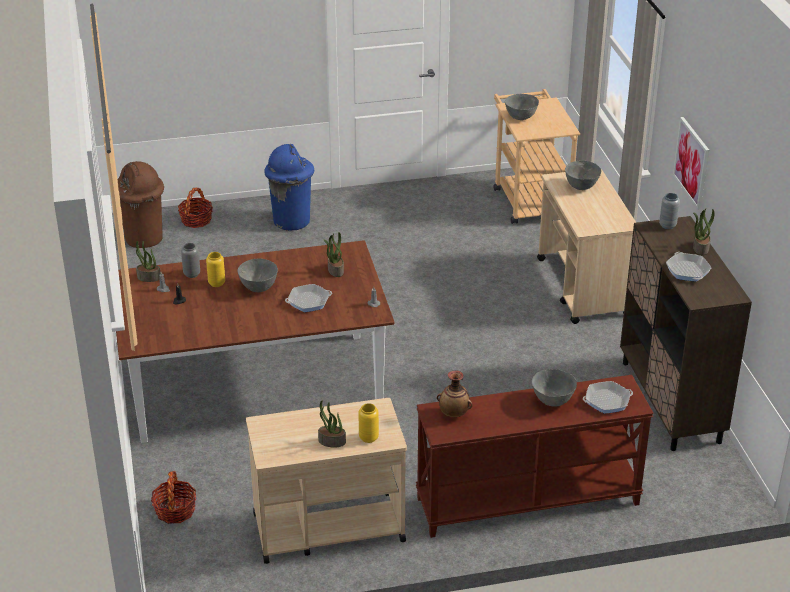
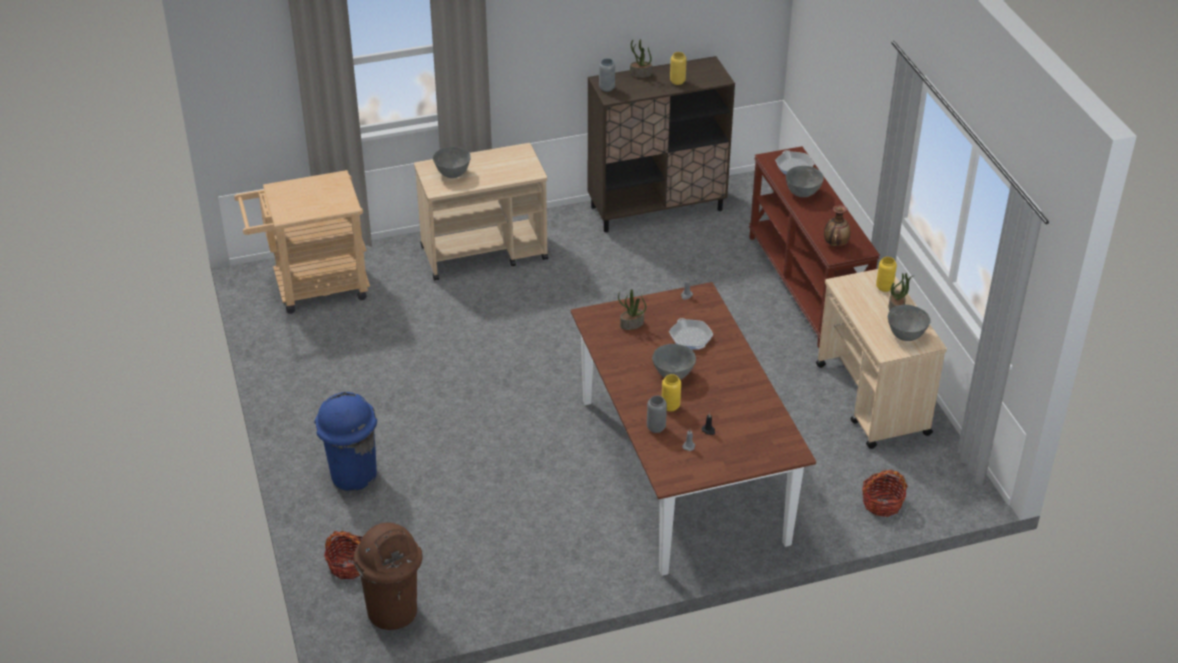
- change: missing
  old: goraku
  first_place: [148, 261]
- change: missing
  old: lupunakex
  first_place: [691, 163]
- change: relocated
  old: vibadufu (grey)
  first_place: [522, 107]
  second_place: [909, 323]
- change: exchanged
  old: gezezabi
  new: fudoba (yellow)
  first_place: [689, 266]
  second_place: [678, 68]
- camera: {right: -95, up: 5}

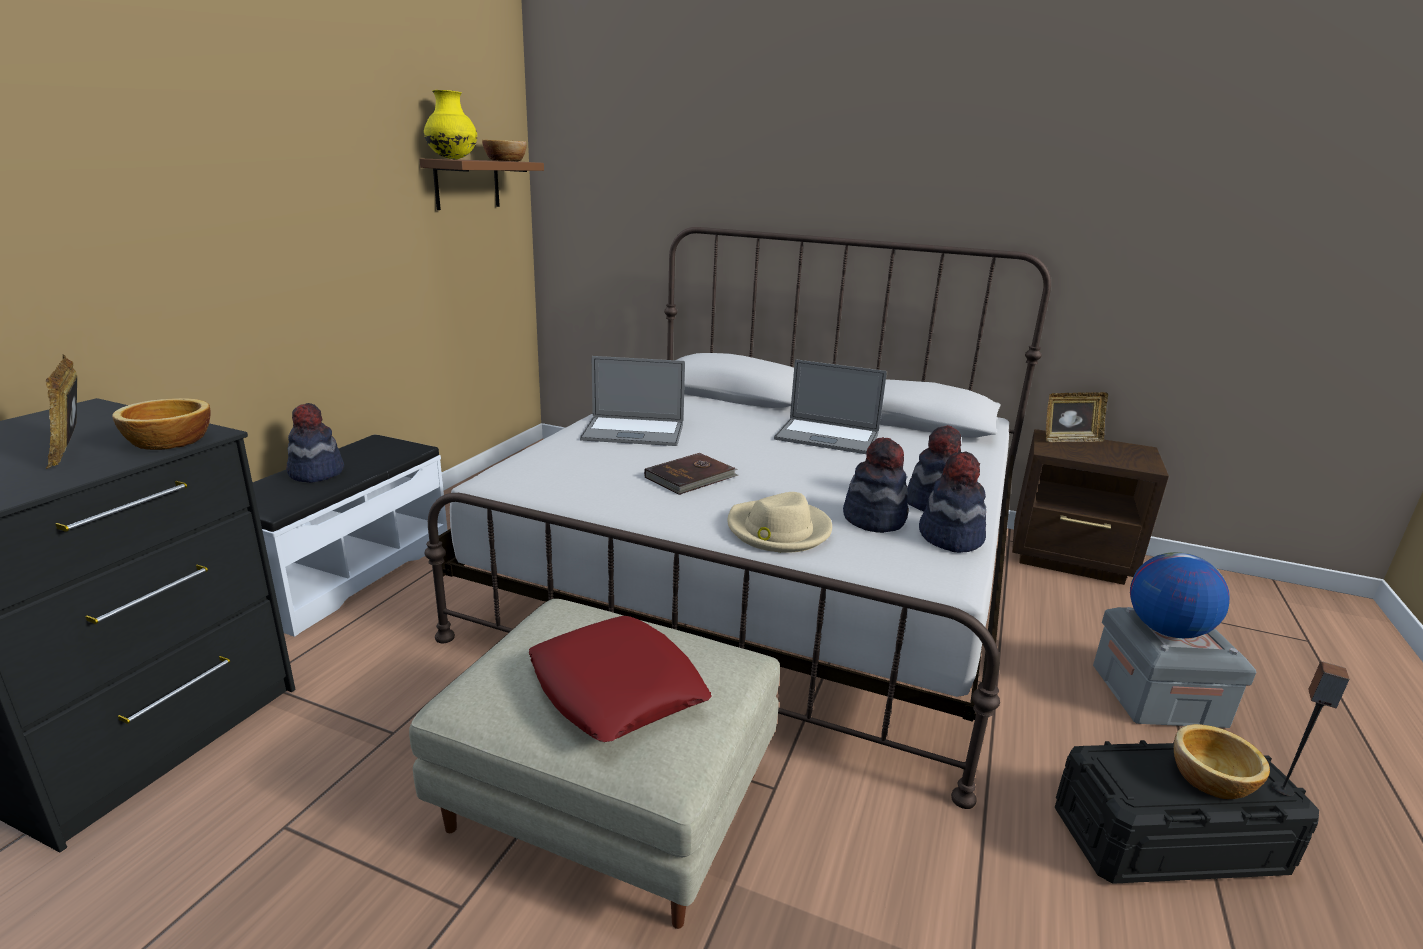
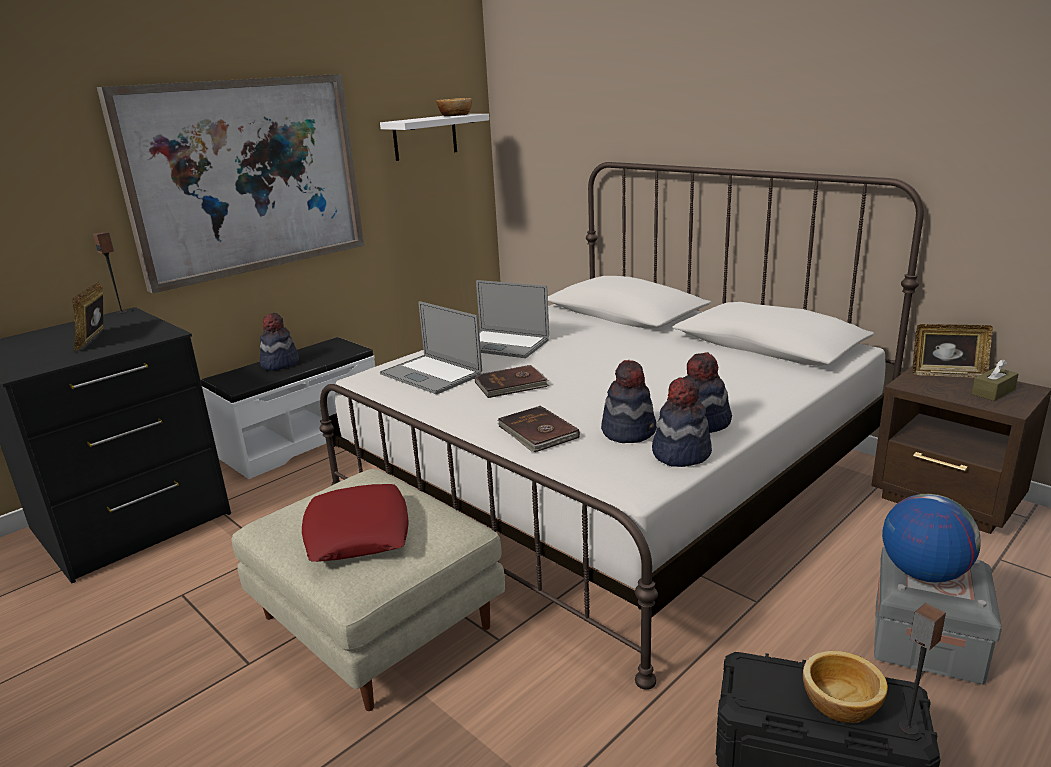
- change: missing
  old: vibadufu
  first_place: [161, 424]
- change: missing
  old: fudoba (yellow)
  first_place: [450, 124]
- change: appeared
  new: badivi
  second_place: [110, 273]
- change: appeared
  new: lupunakex
  second_place: [230, 183]
- change: appeared
  new: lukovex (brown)
  second_place: [995, 380]
- change: relocated
  old: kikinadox
  first_place: [830, 406]
  second_place: [431, 347]
- change: exchanged
  old: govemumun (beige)
  new: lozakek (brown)
  first_place: [779, 522]
  second_place: [539, 429]
- change: colour
  old: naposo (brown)
  new: naposo (white)
  first_place: [481, 184]
  second_place: [434, 137]
- camera: {right: 25, up: 0}

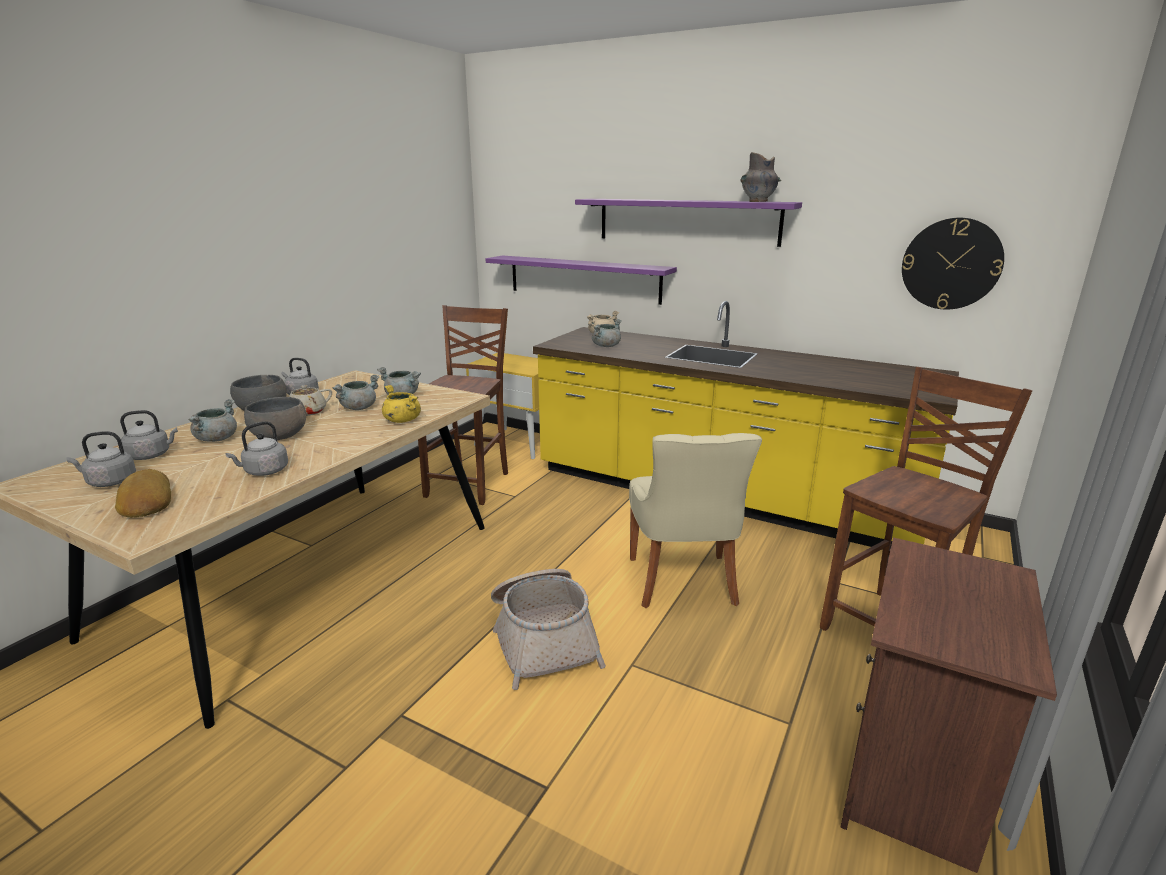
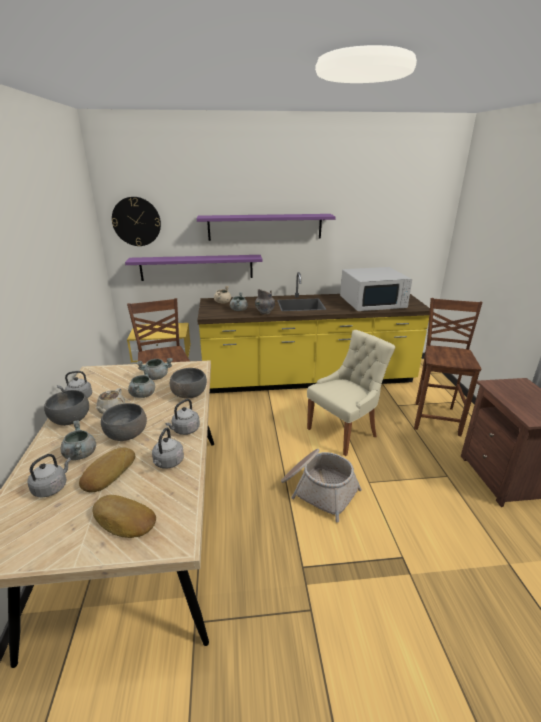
- change: appeared
  new: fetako
  second_place: [107, 470]
- change: appeared
  new: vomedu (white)
  second_place: [376, 289]
- change: relocated
  old: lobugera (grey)
  first_place: [101, 459]
  second_place: [182, 417]
- change: relocated
  old: fudoba (grey)
  first_place: [760, 177]
  second_place: [265, 302]
- change: relocated
  old: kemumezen
  first_place: [953, 263]
  second_place: [136, 221]
- change: exchanged
  old: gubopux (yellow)
  new: vibadufu (grey)
  first_place: [401, 404]
  second_place: [188, 383]
- change: spun
  old: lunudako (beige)
  first_place: [695, 520]
  second_place: [351, 393]
  degrees: -90
- camera: {right: -35, up: 5}

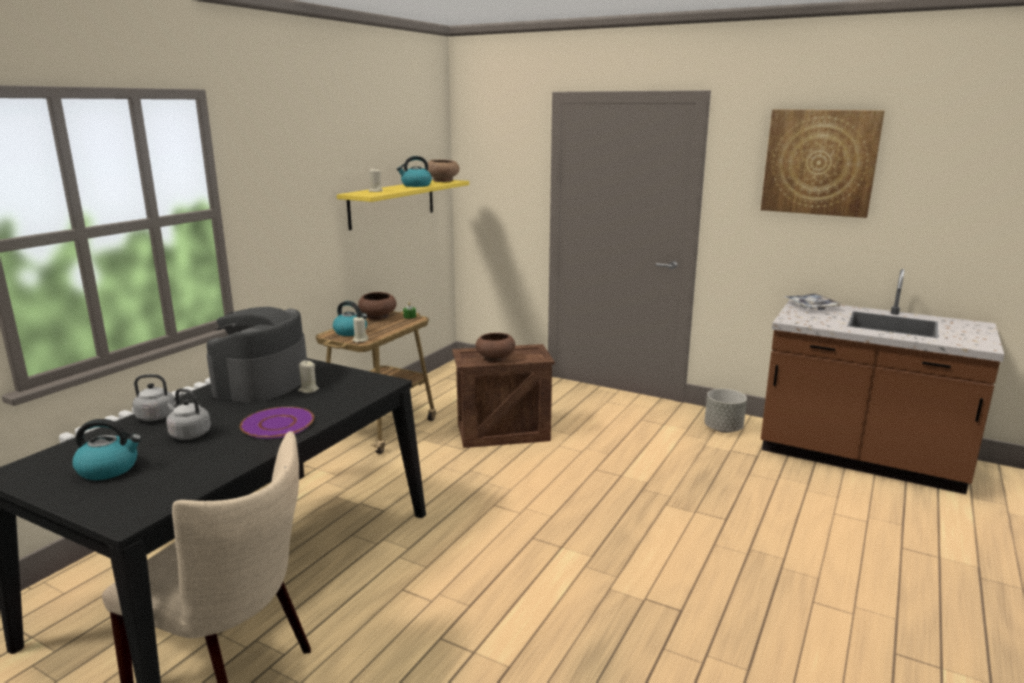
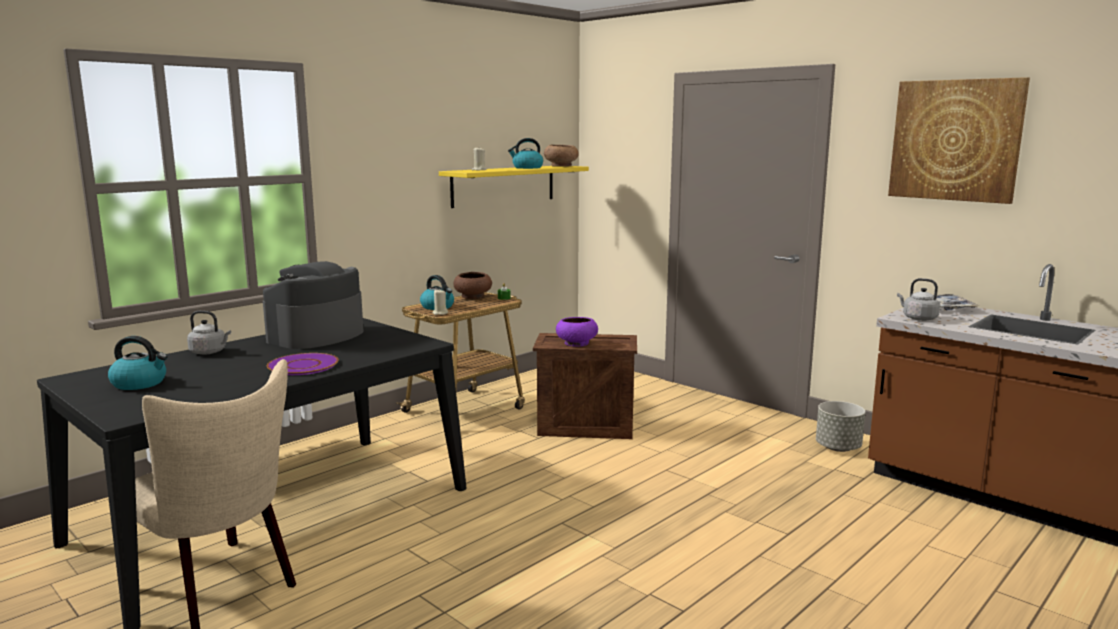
- change: missing
  old: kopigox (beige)
  first_place: [308, 376]
- change: relocated
  old: lobugera (grey)
  first_place: [188, 414]
  second_place: [918, 299]
- change: colour
  old: vibadufu (brown)
  new: vibadufu (purple)
  first_place: [495, 347]
  second_place: [577, 332]
- camera: {right: 15, up: -5}

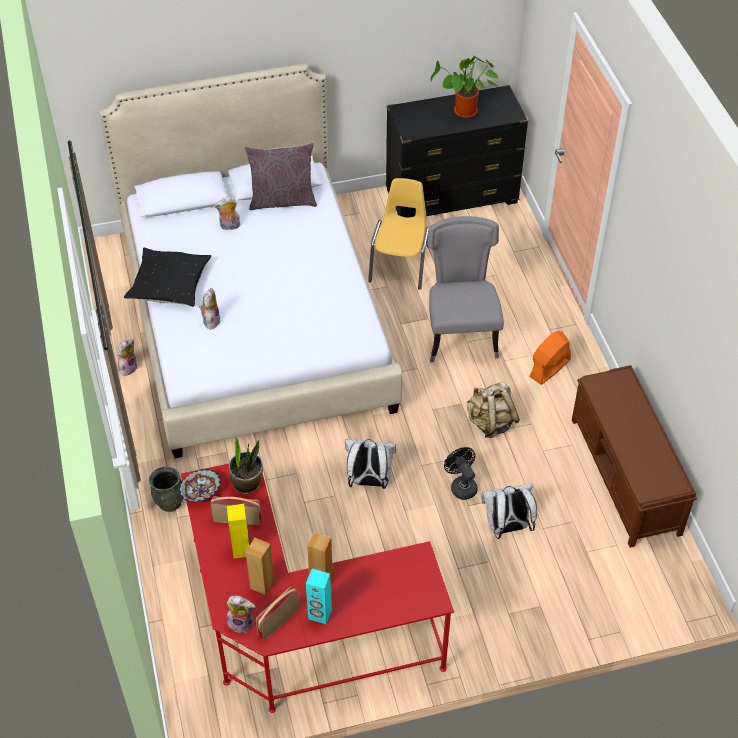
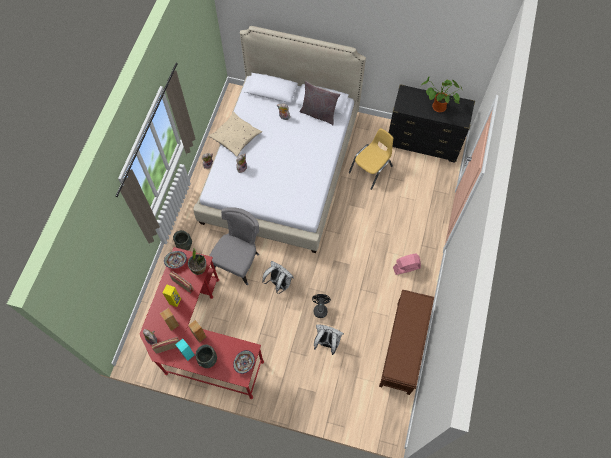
- change: missing
  old: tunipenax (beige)
  first_place: [493, 410]
- change: appeared
  new: fudoba (grey)
  second_place: [206, 356]
- change: appeared
  new: vibadufu
  second_place: [244, 362]
- change: relocated
  old: lunudako (grey)
  first_place: [465, 289]
  second_place: [234, 246]
- change: colour
  old: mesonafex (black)
  new: mesonafex (beige)
  first_place: [167, 277]
  second_place: [235, 134]
- change: colour
  old: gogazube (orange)
  new: gogazube (pink)
  first_place: [550, 358]
  second_place: [407, 264]
- camera: {right: 30, up: 15}

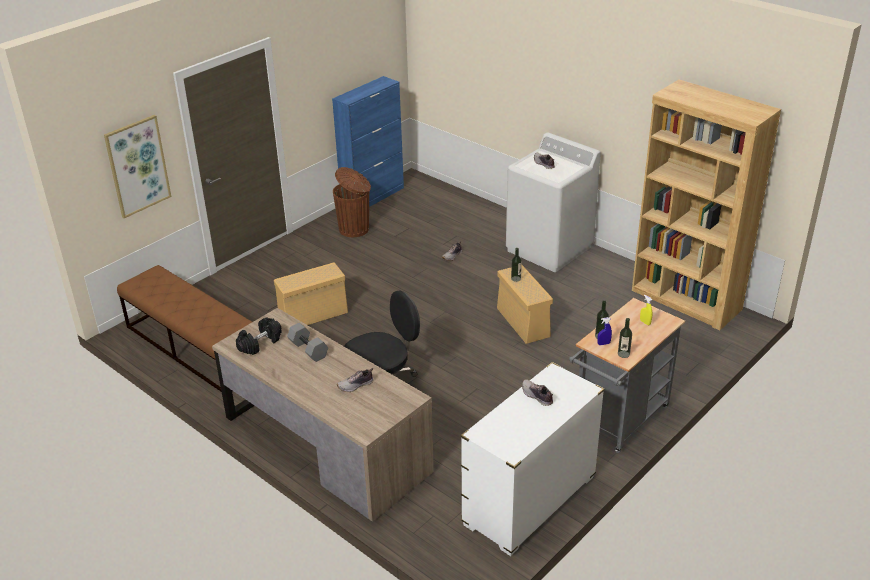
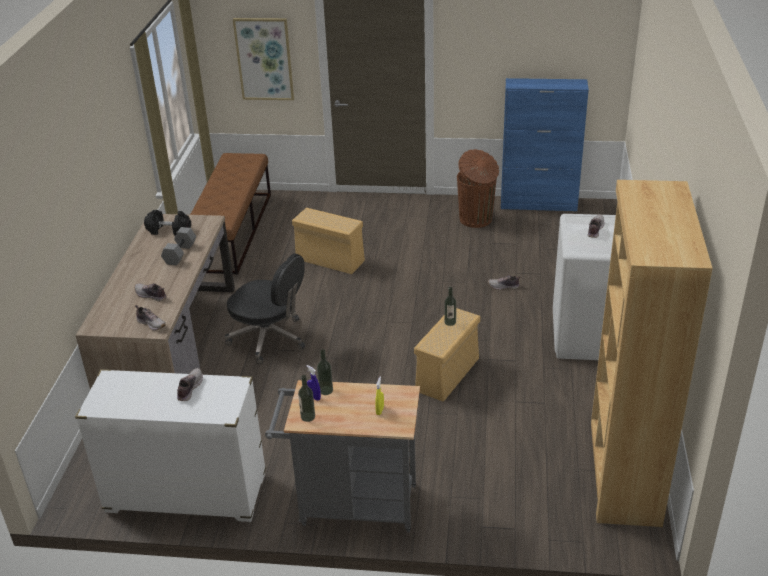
- change: appeared
  new: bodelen
  second_place: [150, 317]
- camera: {right: 55, up: 0}

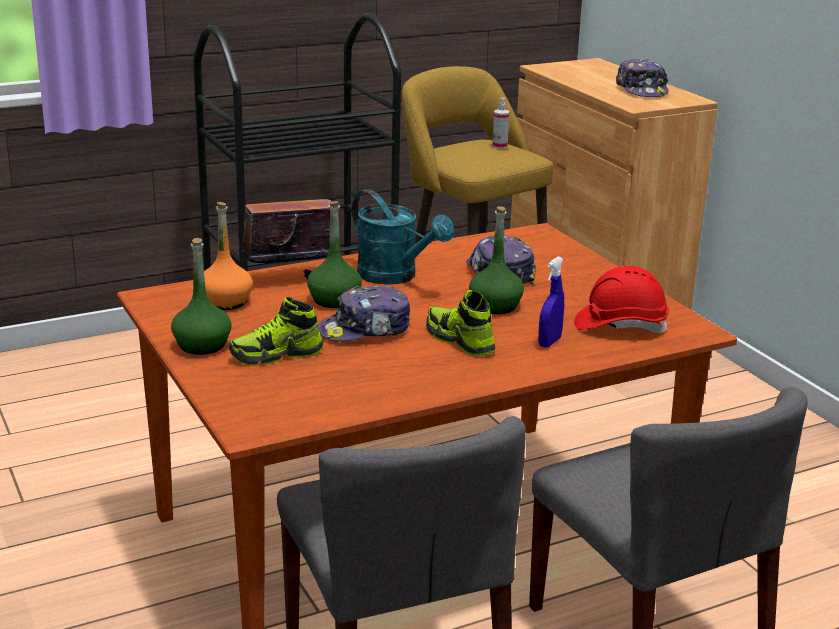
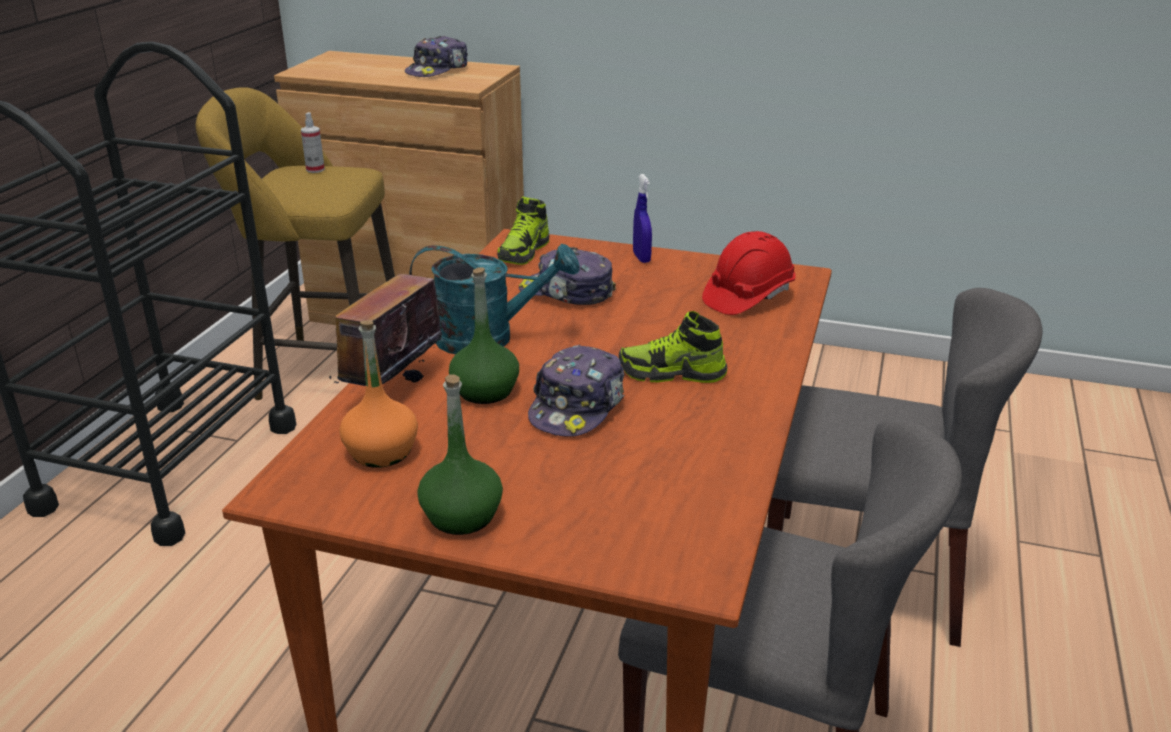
- change: missing
  old: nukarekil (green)
  first_place: [496, 260]
- change: relocated
  old: bodelen
  first_place: [276, 331]
  second_place: [523, 230]
- change: relocated
  old: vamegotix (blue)
  first_place: [551, 302]
  second_place: [642, 218]
- change: spun
  old: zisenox
  first_place: [642, 78]
  second_place: [436, 56]
  degrees: 90
- camera: {right: -45, up: 5}

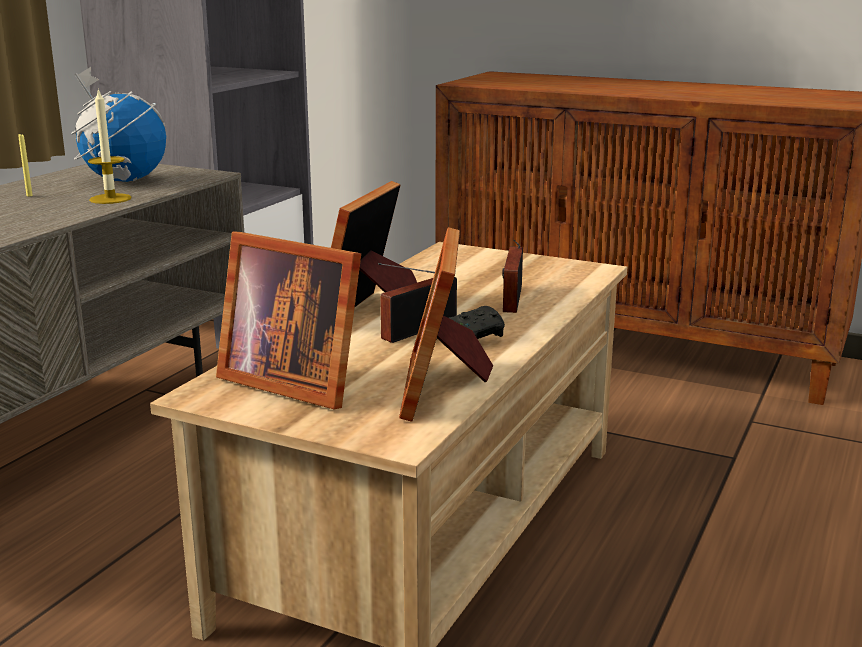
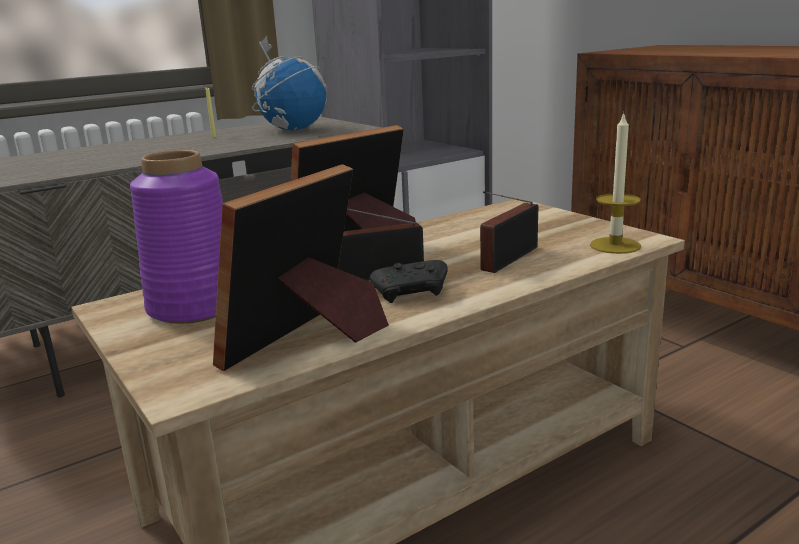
- change: relocated
  old: kopigox
  first_place: [110, 146]
  second_place: [615, 182]
- change: exchanged
  old: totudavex
  new: fudoba (purple)
  first_place: [288, 320]
  second_place: [176, 237]
- camera: {right: 30, up: 0}

